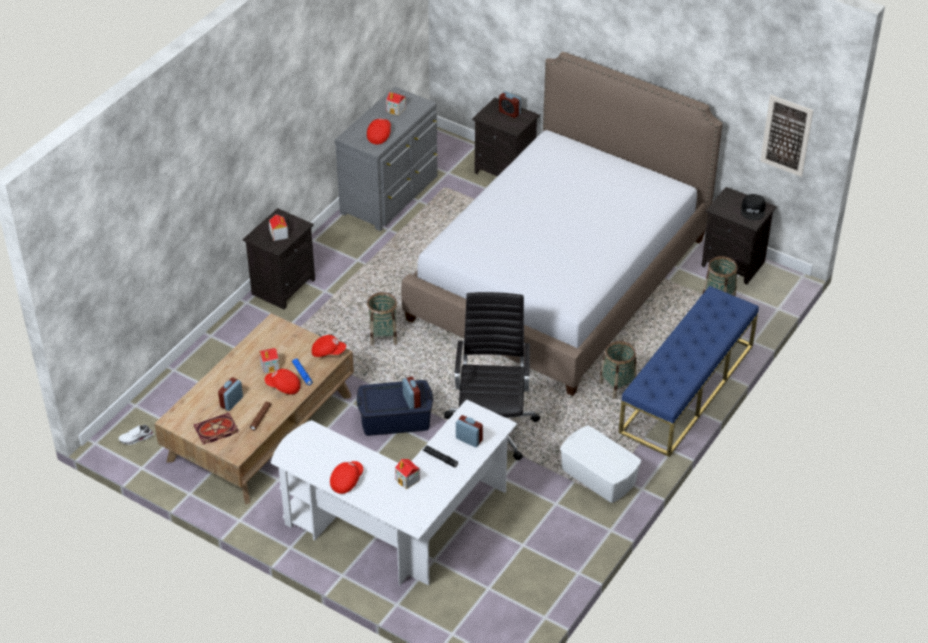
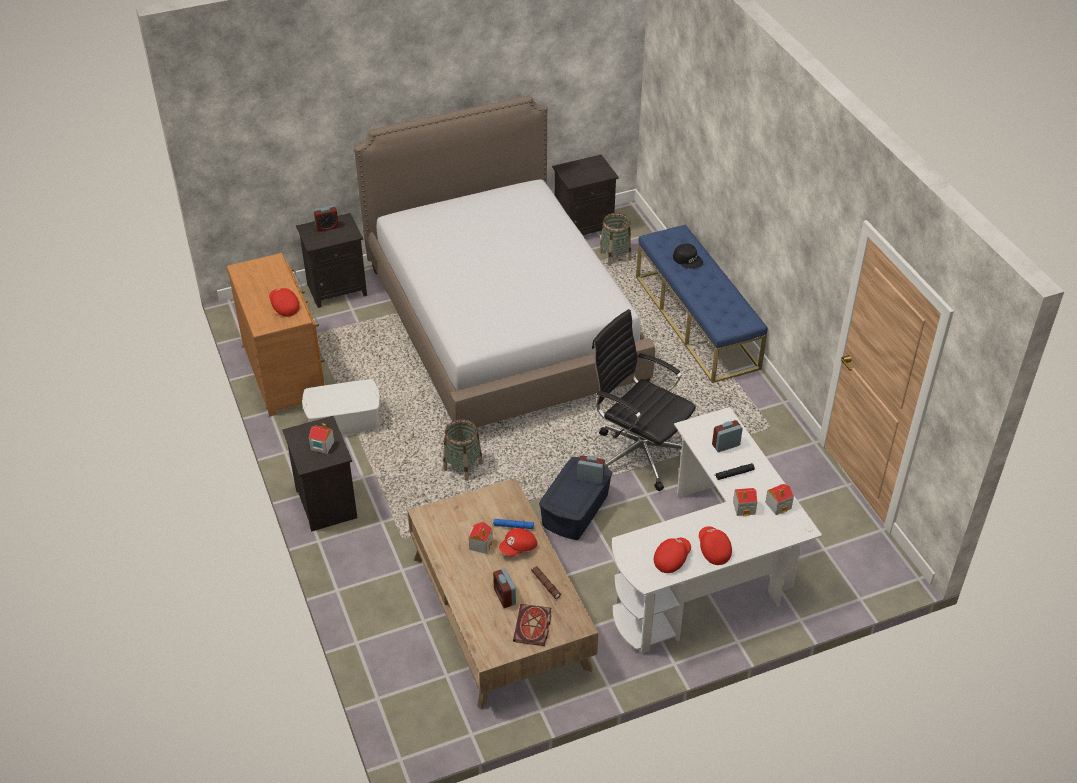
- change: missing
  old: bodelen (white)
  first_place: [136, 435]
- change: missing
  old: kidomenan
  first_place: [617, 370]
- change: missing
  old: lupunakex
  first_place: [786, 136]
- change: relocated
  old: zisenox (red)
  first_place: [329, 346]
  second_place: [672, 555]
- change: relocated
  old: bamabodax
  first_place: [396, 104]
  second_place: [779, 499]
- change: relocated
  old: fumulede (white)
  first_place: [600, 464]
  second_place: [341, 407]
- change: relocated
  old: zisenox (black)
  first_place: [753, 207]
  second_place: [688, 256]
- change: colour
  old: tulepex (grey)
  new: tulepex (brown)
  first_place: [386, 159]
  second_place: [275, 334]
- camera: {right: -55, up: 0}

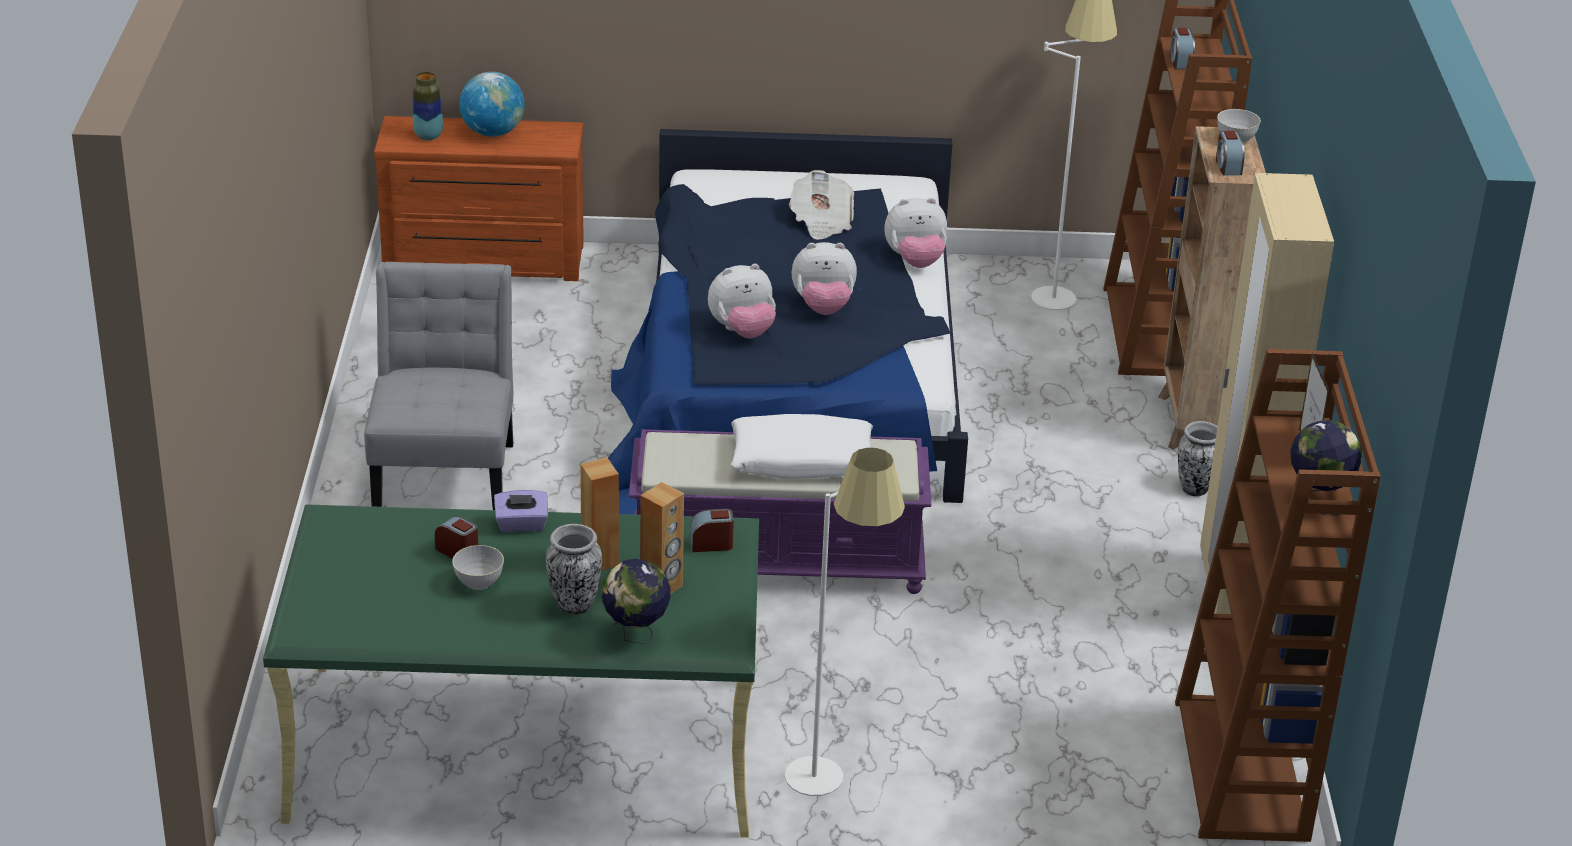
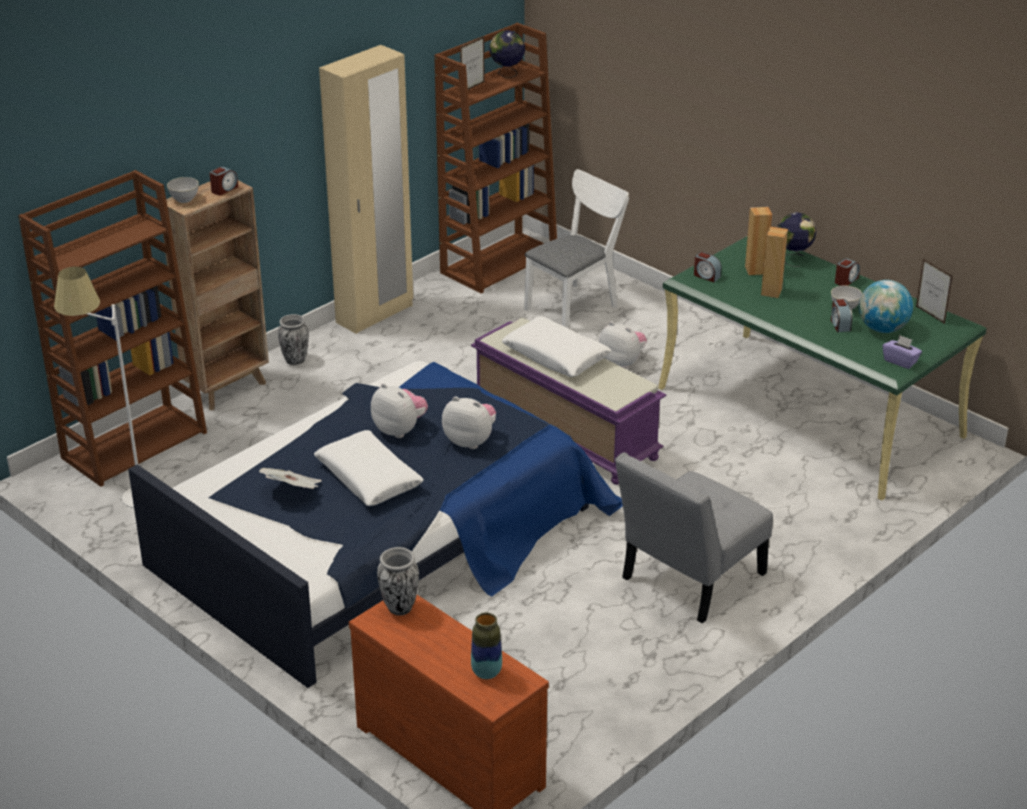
- change: missing
  old: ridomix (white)
  first_place: [845, 622]
- change: appeared
  new: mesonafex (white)
  second_place: [369, 468]
- change: appeared
  new: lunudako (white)
  second_place: [576, 248]
- change: appeared
  new: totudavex
  second_place: [934, 291]
- change: relocated
  old: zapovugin
  first_place: [492, 104]
  second_place: [886, 306]
- change: relocated
  old: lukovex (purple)
  first_place: [521, 511]
  second_place: [902, 352]
- change: relocated
  old: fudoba
  first_place: [574, 569]
  second_place: [398, 581]
- change: relocated
  old: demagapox
  first_place: [915, 233]
  second_place: [623, 345]
- change: relocated
  old: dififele
  first_place: [1182, 48]
  second_place: [847, 272]
- camera: {right: -135, up: 0}

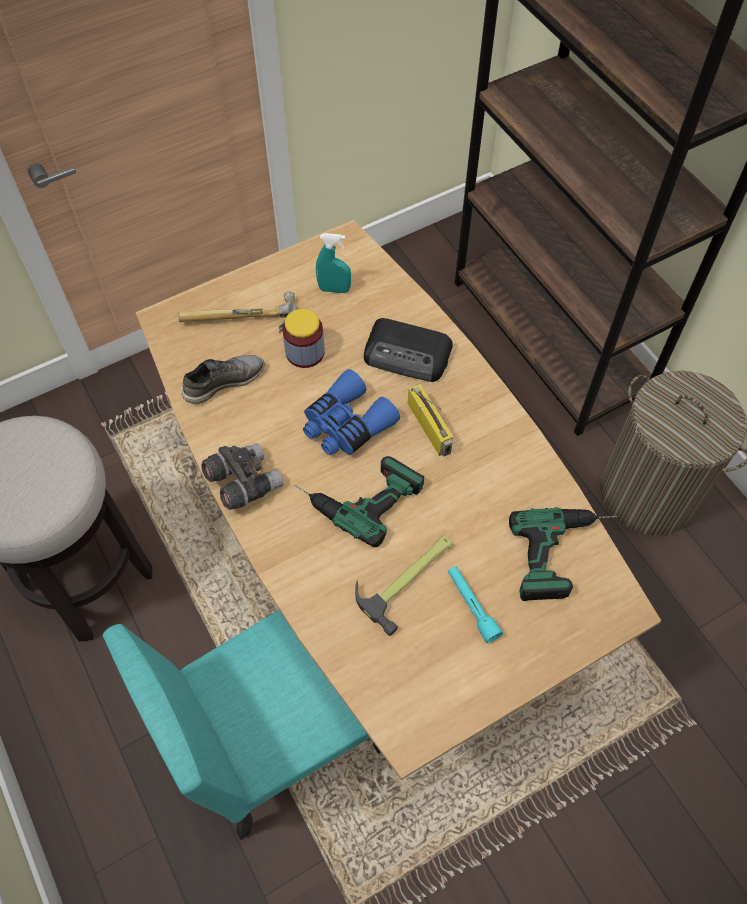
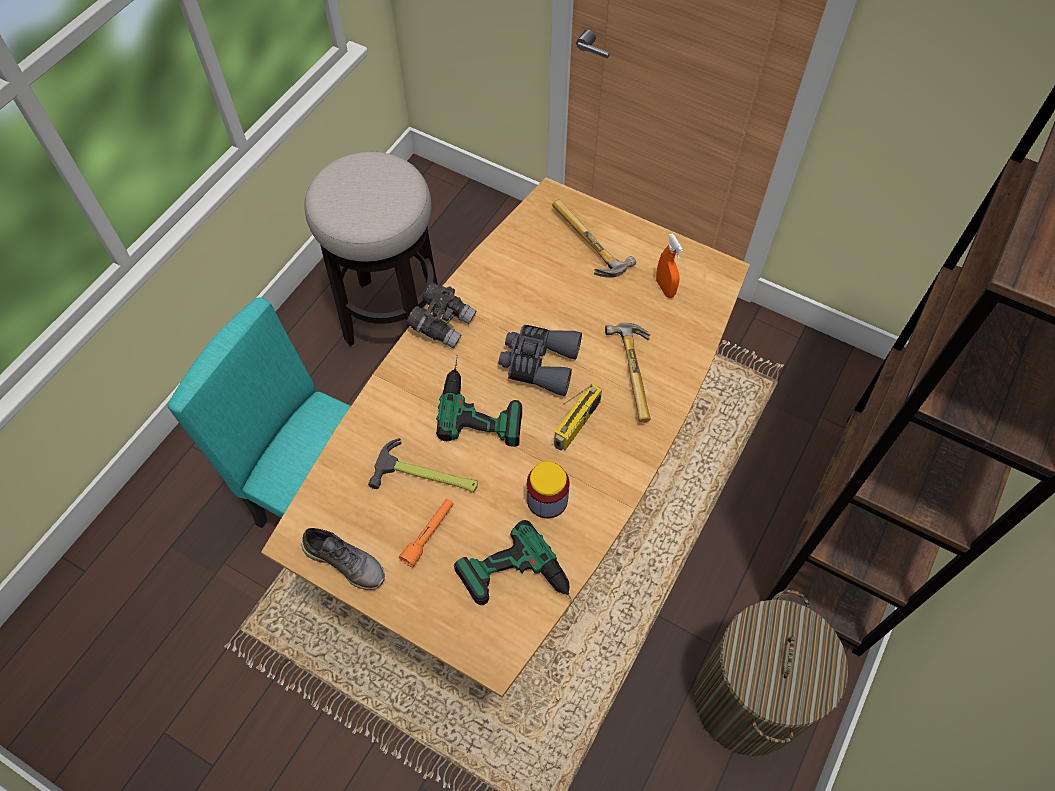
- change: relocated
  old: bodelen (grey)
  first_place: [223, 379]
  second_place: [343, 559]
- change: relocated
  old: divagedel
  first_place: [304, 338]
  second_place: [548, 489]
- change: exchanged
  old: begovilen
  new: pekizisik
  first_place: [408, 350]
  second_place: [628, 373]
- change: colour
  old: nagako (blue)
  new: nagako (grey)
  first_place: [351, 412]
  second_place: [540, 360]
- change: colour
  old: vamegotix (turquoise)
  new: vamegotix (orange)
  first_place: [333, 263]
  second_place: [669, 266]
- change: colour
  old: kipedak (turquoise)
  new: kipedak (orange)
  first_place: [475, 604]
  second_place: [426, 533]
- camera: {right: 60, up: 0}

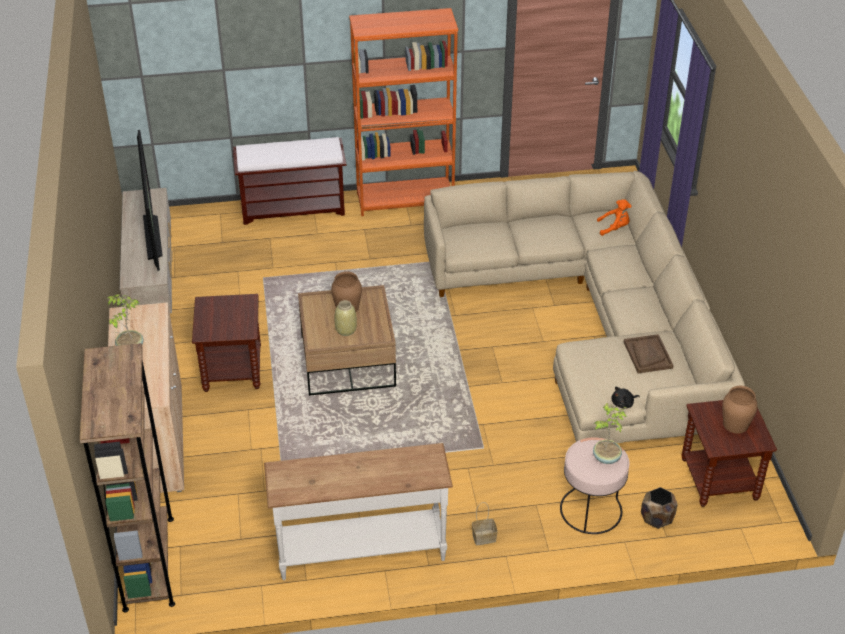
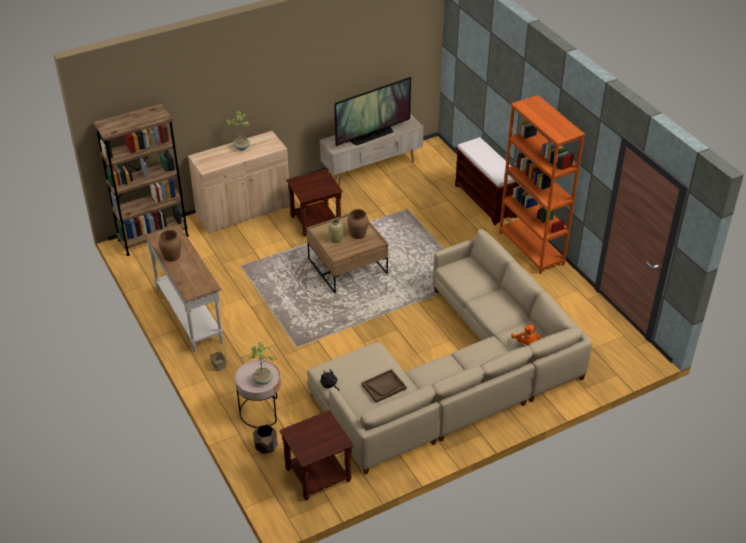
- change: relocated
  old: fudoba (brown)
  first_place: [740, 410]
  second_place: [169, 245]
- camera: {right: 70, up: 0}

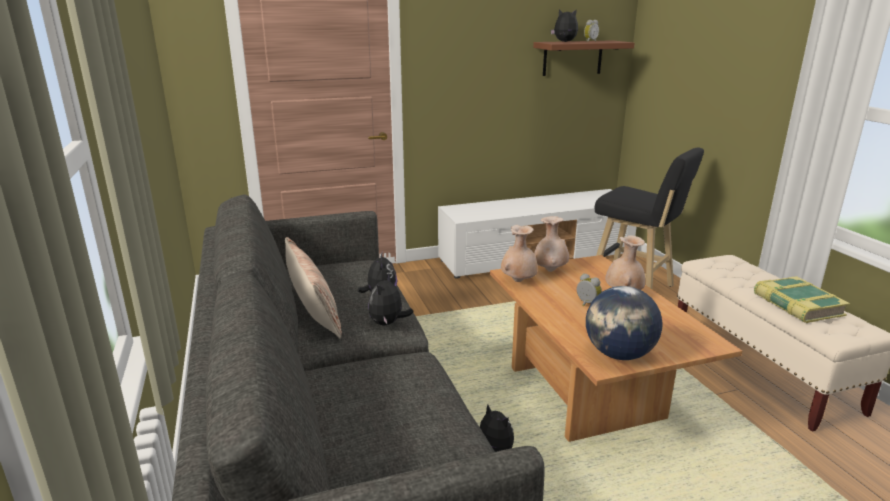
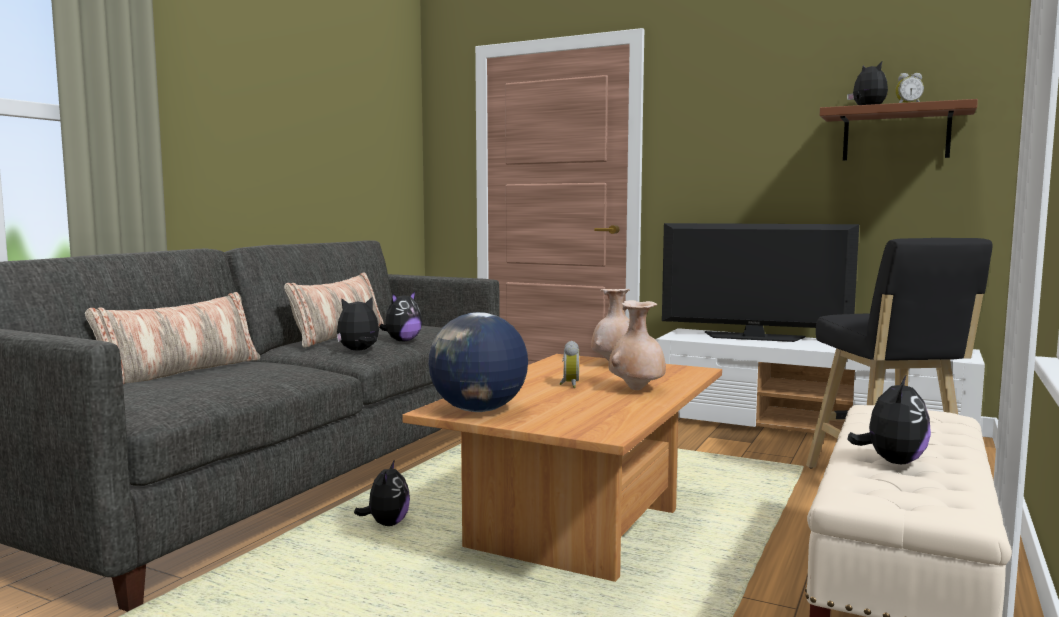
- change: missing
  old: fudoba (beige)
  first_place: [519, 253]
- change: appeared
  new: mesonafex
  second_place: [172, 338]
- change: appeared
  new: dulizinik
  second_place: [760, 282]
- change: exchanged
  old: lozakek
  new: demagapox
  first_place: [802, 299]
  second_place: [889, 420]
- camera: {right: 45, up: -15}

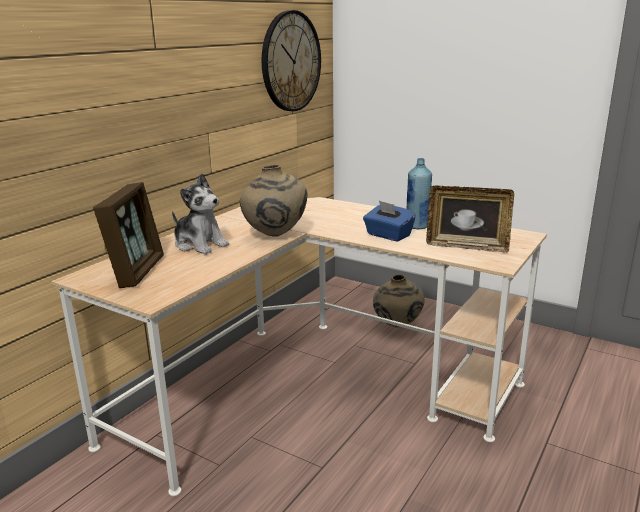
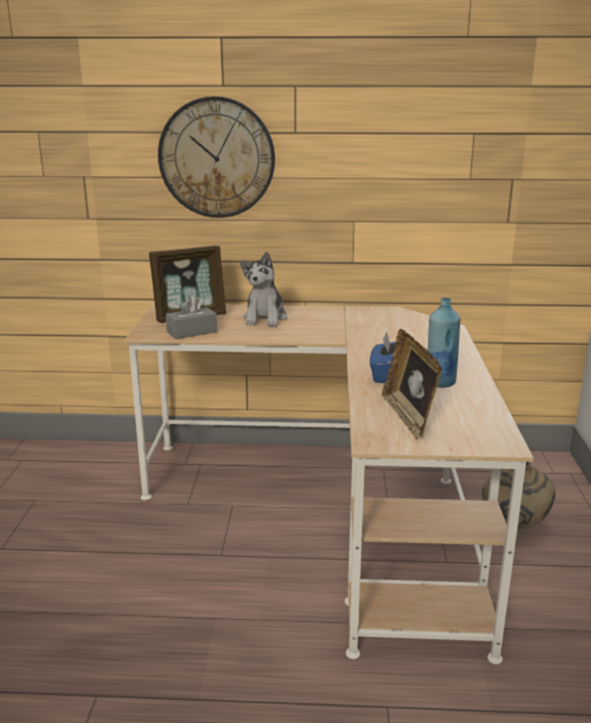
- change: missing
  old: fudoba (beige)
  first_place: [274, 201]
- change: appeared
  new: lukovex (grey)
  second_place: [191, 317]
- change: relocated
  old: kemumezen
  first_place: [291, 60]
  second_place: [216, 157]
- camera: {right: 60, up: 0}

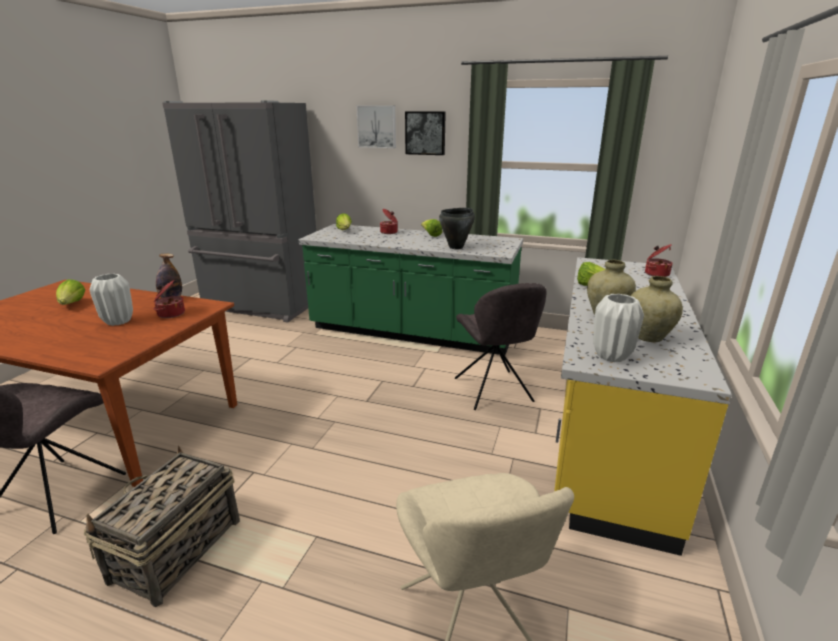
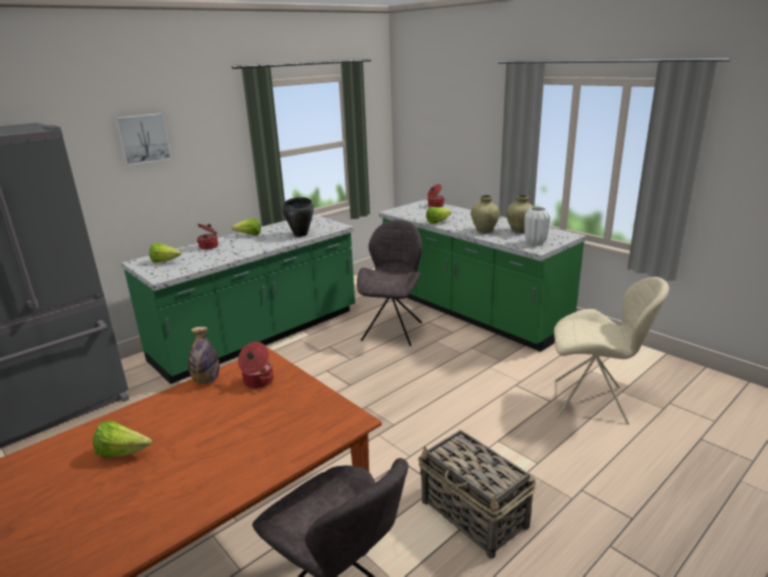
- change: missing
  old: fudoba (white)
  first_place: [111, 299]
- change: missing
  old: lupunakex
  first_place: [425, 133]
- change: colour
  old: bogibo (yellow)
  new: bogibo (green)
  first_place: [643, 406]
  second_place: [482, 276]
- change: spun
  old: lunudako (grey)
  first_place: [501, 346]
  second_place: [389, 283]
  degrees: -90
- camera: {right: -60, up: 0}

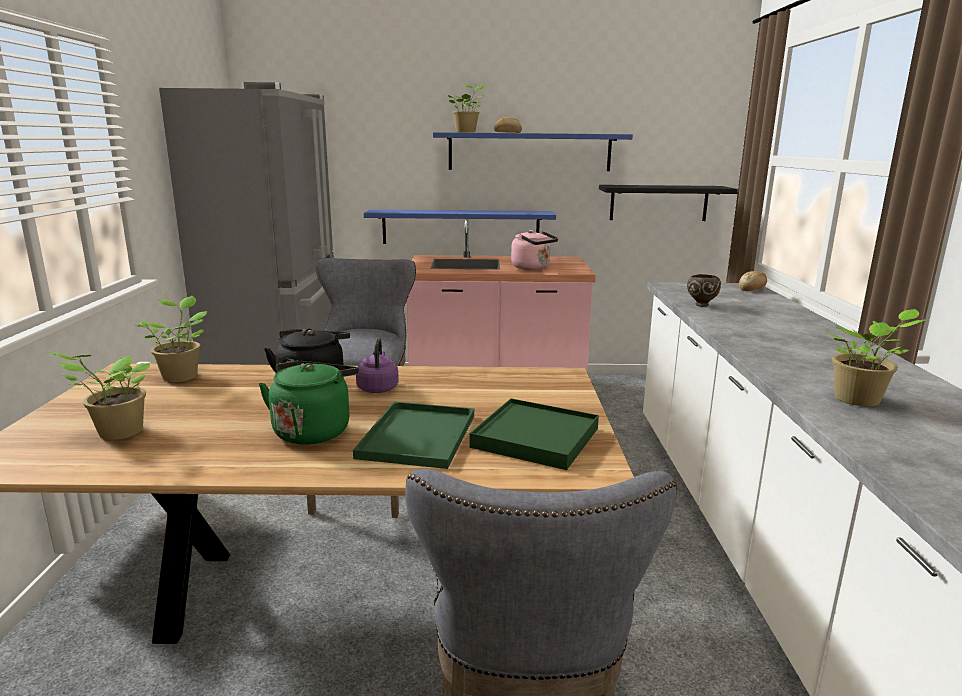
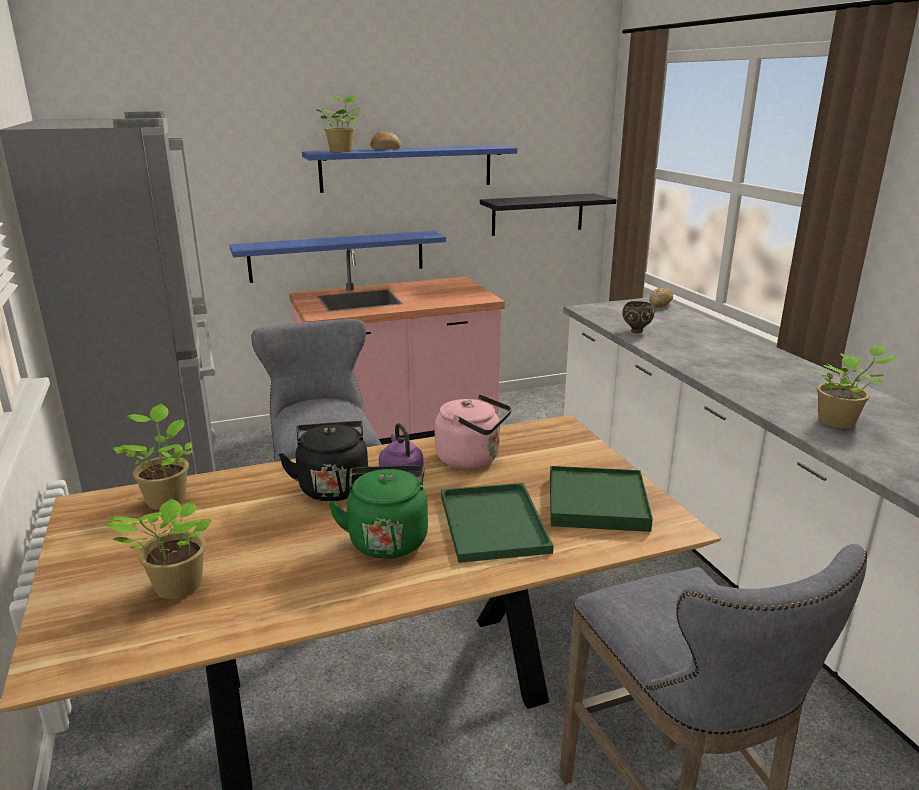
- change: relocated
  old: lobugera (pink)
  first_place: [534, 250]
  second_place: [473, 431]
- camera: {right: -20, up: 5}

